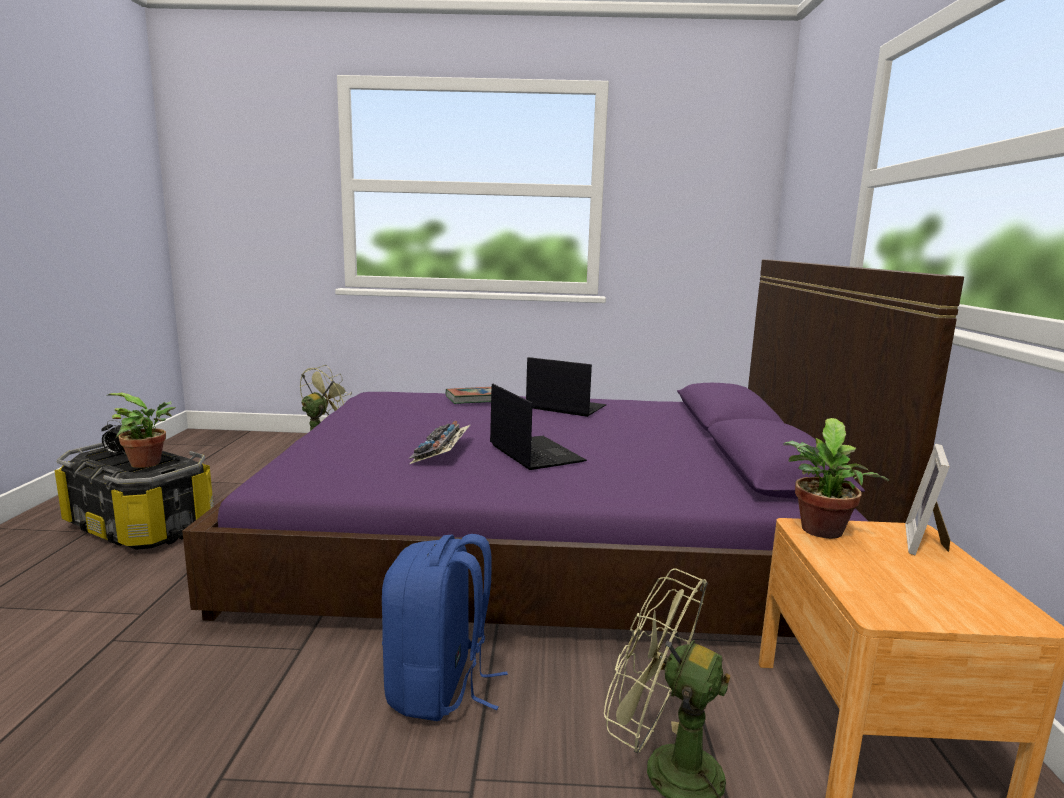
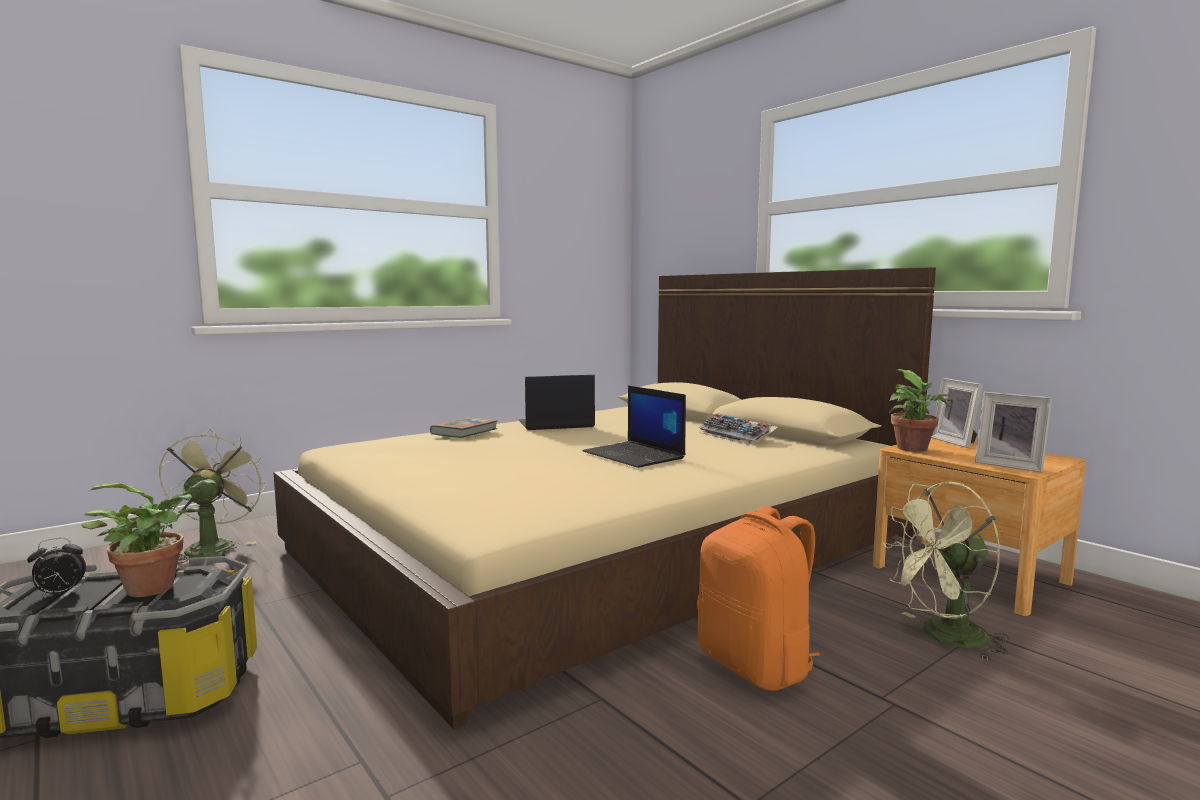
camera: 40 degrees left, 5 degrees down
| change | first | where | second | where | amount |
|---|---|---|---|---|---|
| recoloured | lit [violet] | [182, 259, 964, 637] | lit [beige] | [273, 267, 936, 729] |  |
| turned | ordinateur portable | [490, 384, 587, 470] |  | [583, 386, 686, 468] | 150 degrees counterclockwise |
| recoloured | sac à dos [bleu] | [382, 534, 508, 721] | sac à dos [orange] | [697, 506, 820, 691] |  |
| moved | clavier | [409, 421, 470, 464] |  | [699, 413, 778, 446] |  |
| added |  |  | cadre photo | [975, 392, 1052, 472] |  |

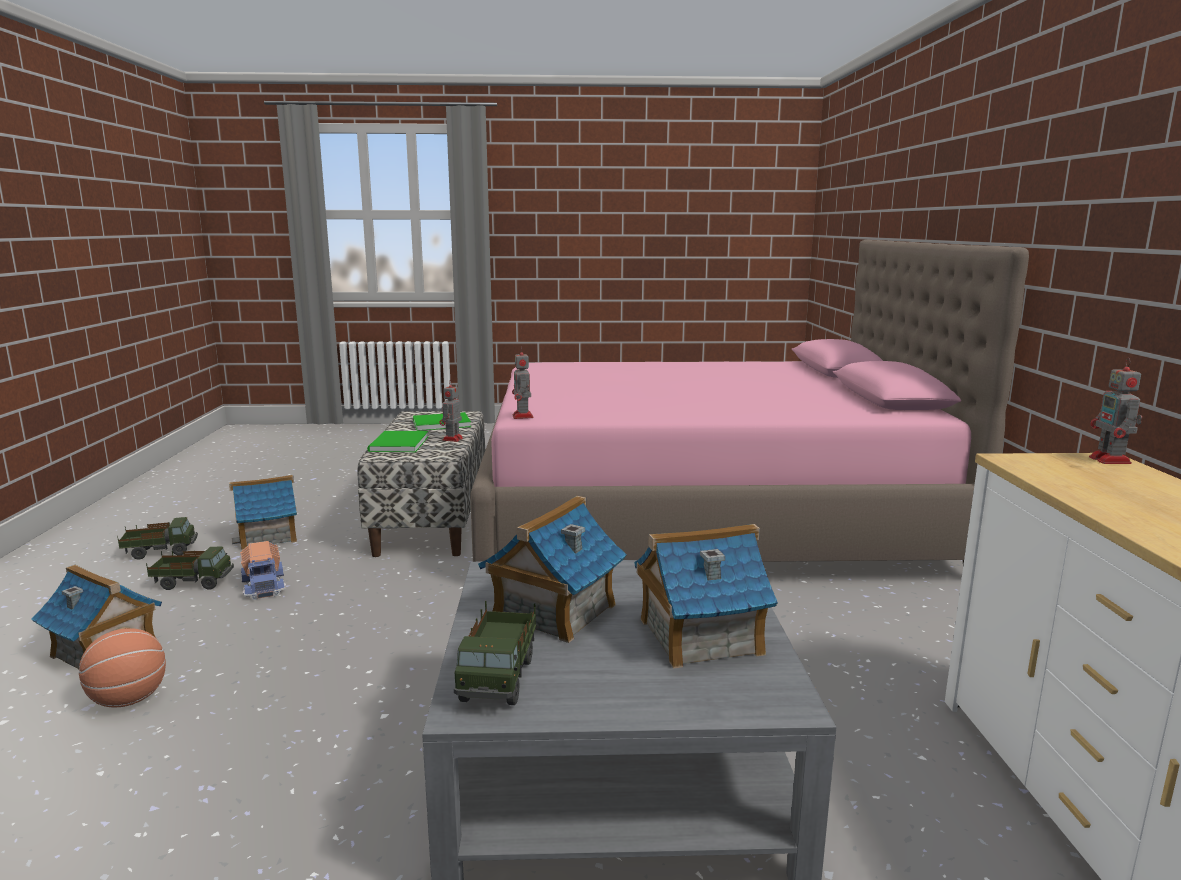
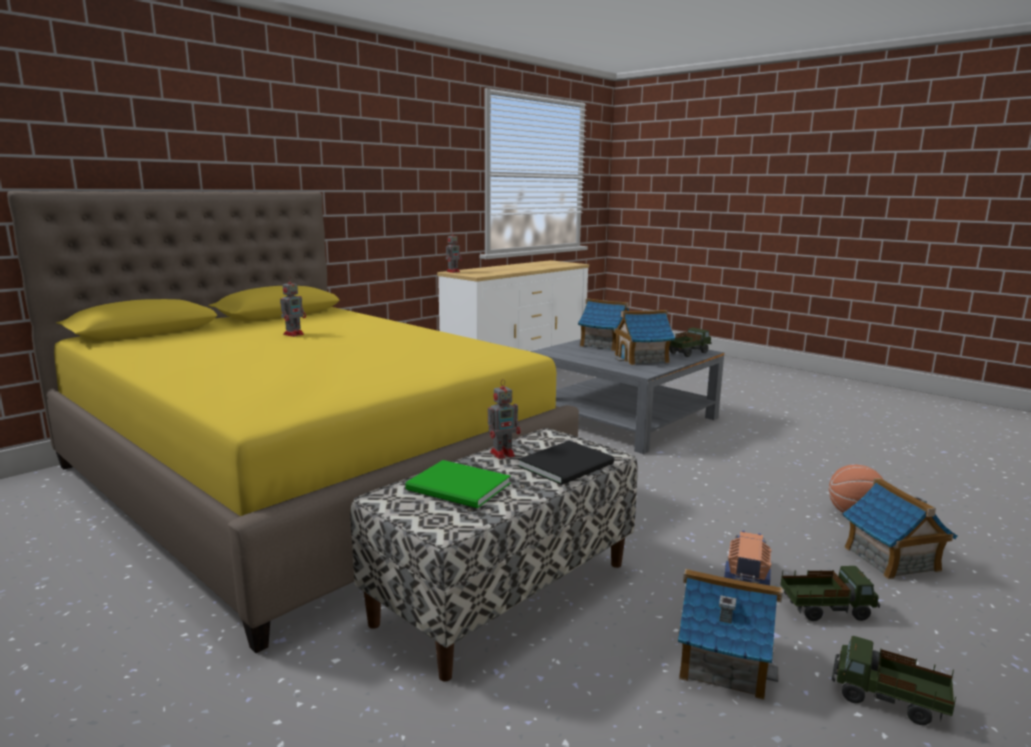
camera: 135 degrees left, 0 degrees up
| change | first | where | second | where | amount |
|---|---|---|---|---|---|
| recoloured | lit [rose] | [470, 239, 1029, 565] | lit [jaune] | [7, 191, 579, 653] |  |
| moved | robot jouet | [512, 346, 534, 419] |  | [280, 277, 306, 337] |  |
| recoloured | livre [vert] | [367, 431, 429, 452] | livre [noir] | [518, 441, 614, 485] |  |
| turned | camion jouet | [146, 547, 234, 590] |  | [780, 566, 880, 621] | 135 degrees clockwise |

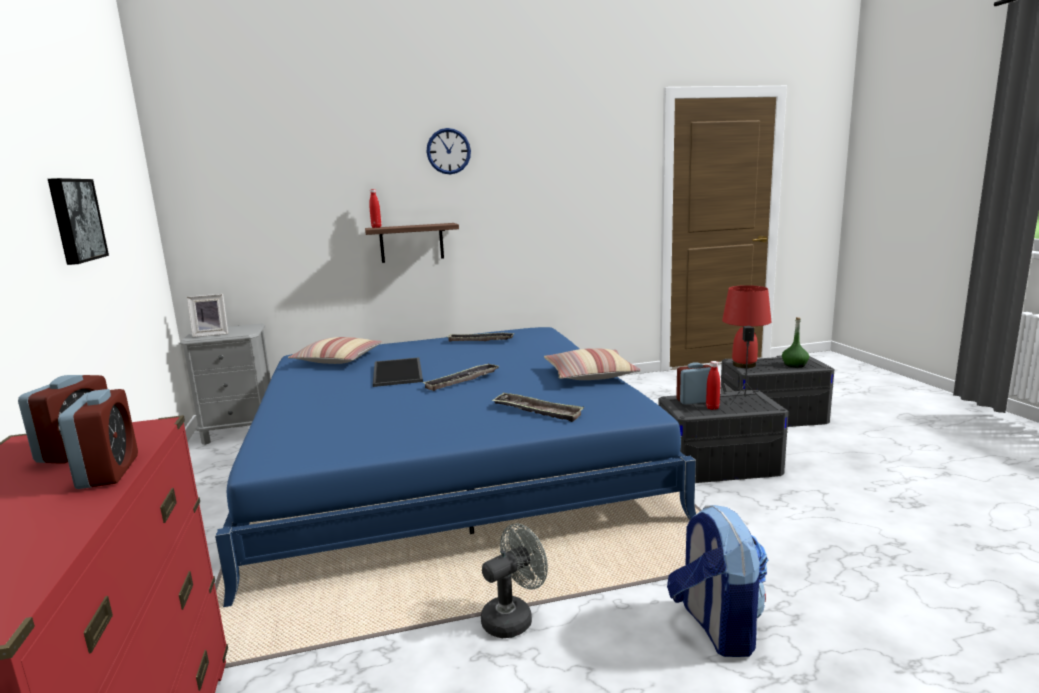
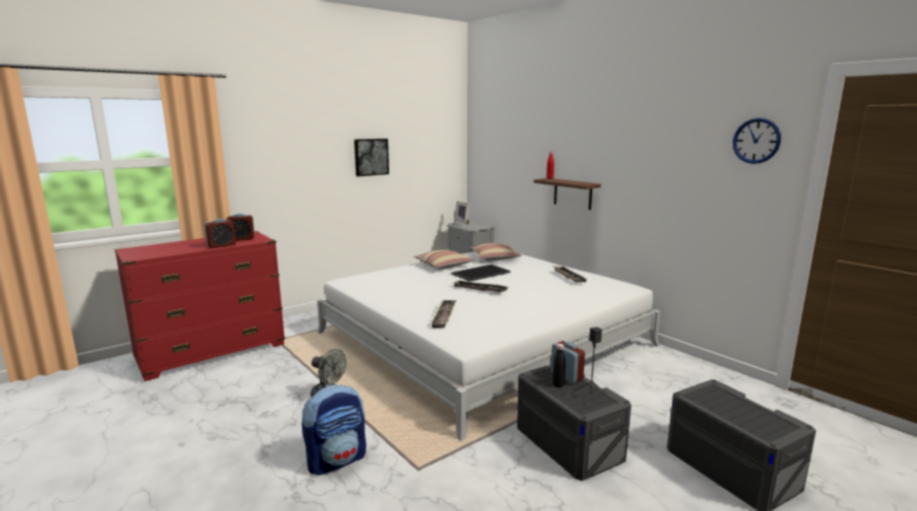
camera: 65 degrees right, 0 degrees up
| change | first | where | second | where | amount |
|---|---|---|---|---|---|
| recoloured | lit [bleu] | [215, 327, 696, 607] | lit [blanc] | [317, 252, 661, 441] |  |
| moved | coussin | [544, 348, 641, 380] |  | [414, 250, 475, 269] |  |
| recoloured | bouteille [rouge] | [706, 361, 720, 410] | bouteille [noir] | [552, 344, 565, 388] |  |
| moved | horloge murale | [427, 128, 471, 174] |  | [733, 118, 781, 164] |  |
| removed | lampe de table [rouge] | [722, 285, 772, 368] |  |  |  |
| removed | bouteille [vert] | [782, 317, 809, 367] |  |  |  |

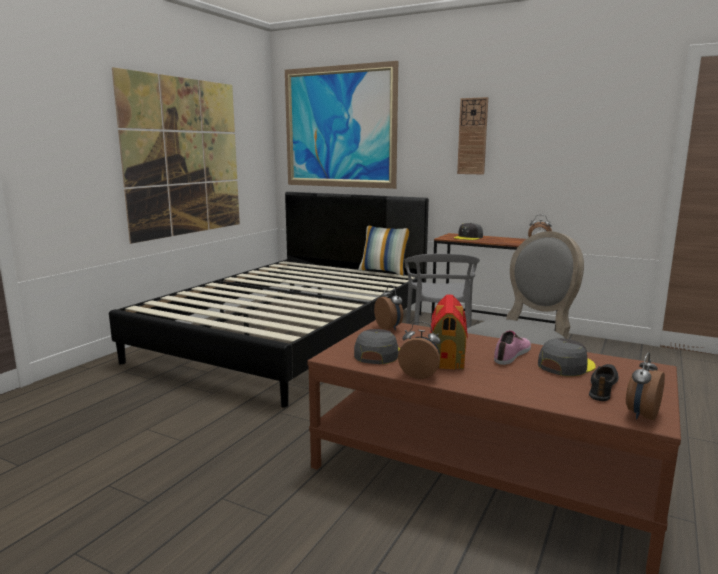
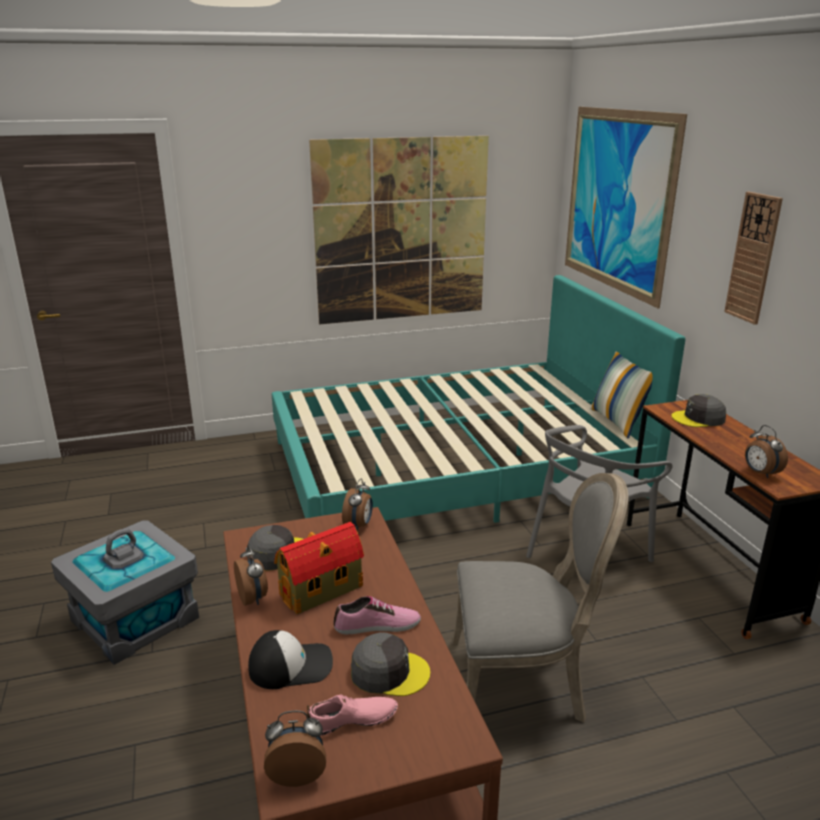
camera: 45 degrees right, 10 degrees up
| change | first | where | second | where | amount |
|---|---|---|---|---|---|
| added |  |  | boîte de rangement [gris] | [51, 520, 199, 665] |  |
| added |  |  | casquette | [248, 630, 333, 689] |  |
| recoloured | lit [noir] | [109, 192, 429, 408] | lit [turquoise] | [272, 275, 685, 523] |  |
| recoloured | chaussure [noir] | [589, 364, 619, 401] | chaussure [rose] | [307, 694, 398, 736] |  |

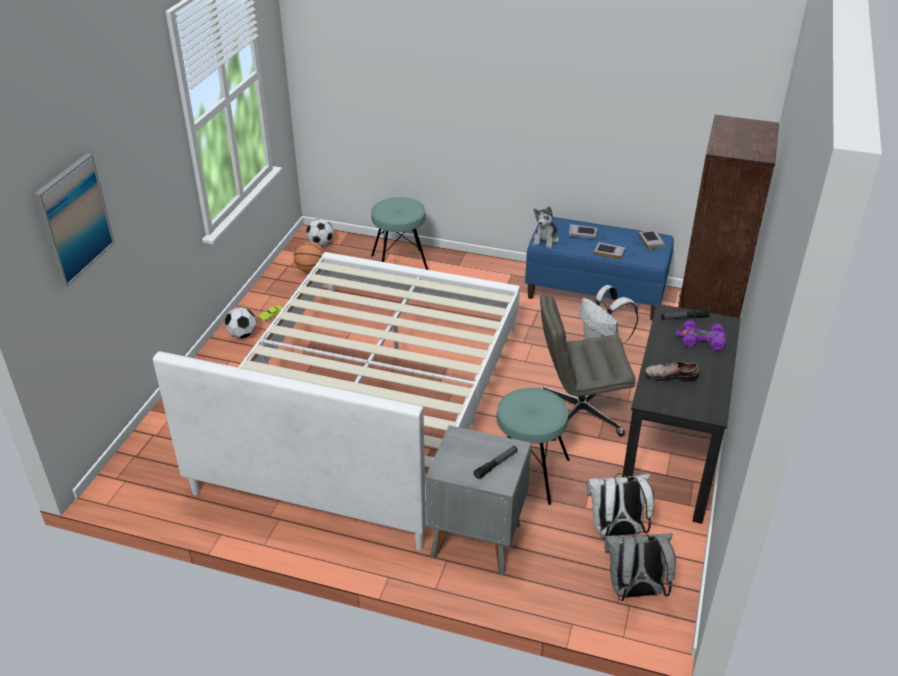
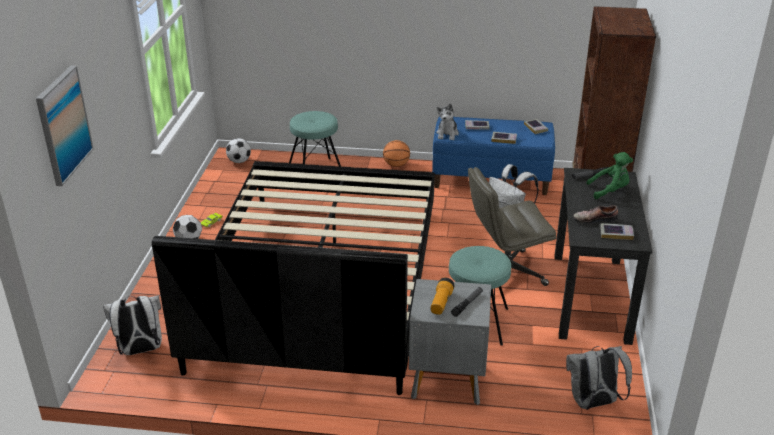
camera: 10 degrees left, 5 degrees down
| change | first | where | second | where | amount |
|---|---|---|---|---|---|
| moved | sac à dos [blanc] | [587, 473, 654, 539] |  | [103, 295, 162, 355] |  |
| recoloured | lit [blanc] | [153, 252, 520, 551] | lit [noir] | [152, 161, 435, 395] |  |
| moved | ballon de basket | [294, 242, 324, 273] |  | [383, 140, 410, 167] |  |
| added |  |  | lampe de poche | [431, 278, 455, 315] |  |
| replaced | petite voiture [violet] | [676, 320, 726, 351] | peluche [vert] | [587, 152, 633, 199] |  |
| added |  |  | livre | [600, 223, 634, 240] |  |

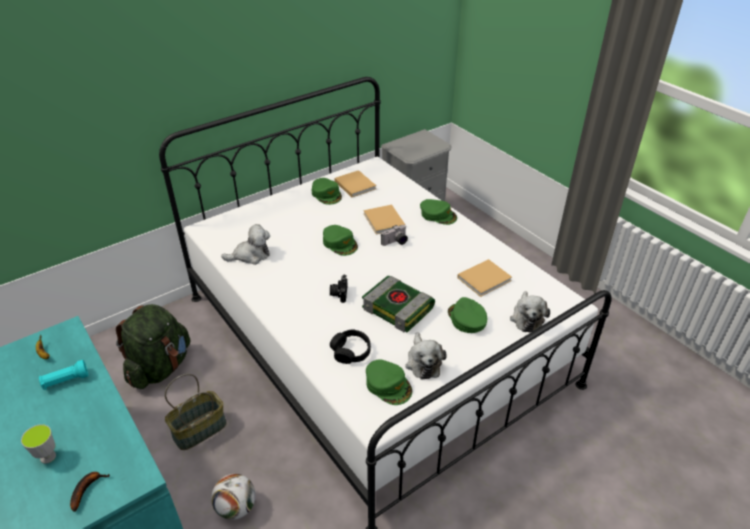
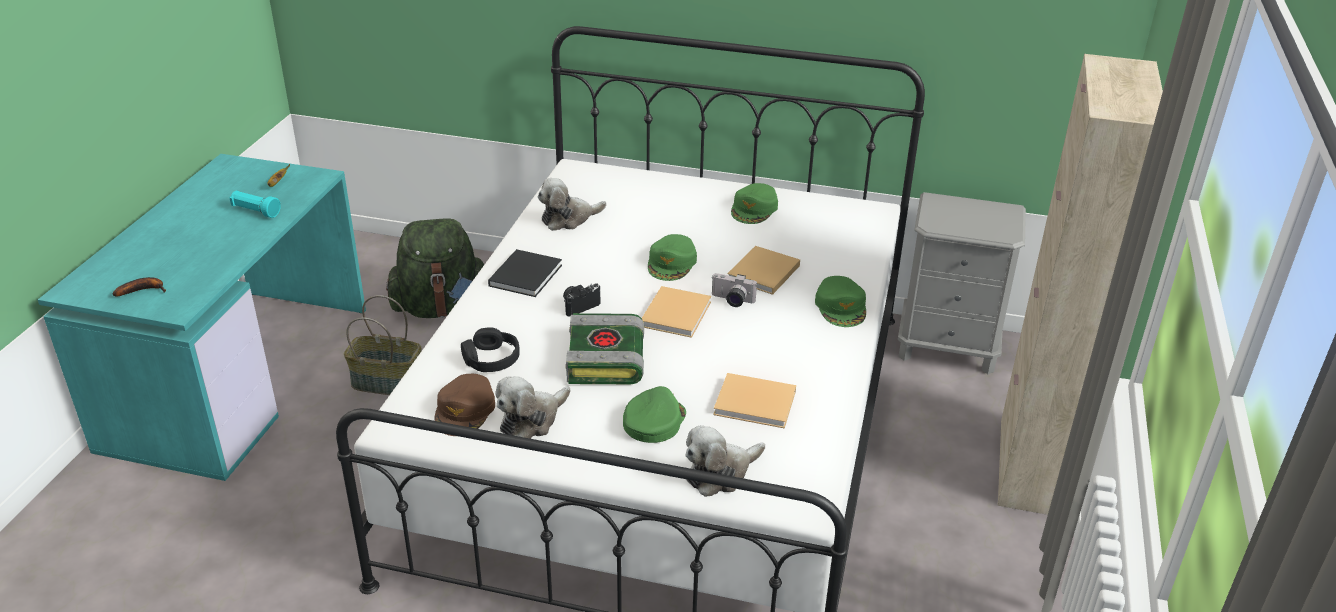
camera: 50 degrees right, 5 degrees down
| change | first | where | second | where | amount |
|---|---|---|---|---|---|
| recoloured | casquette [vert] | [366, 359, 412, 405] | casquette [marron] | [434, 374, 495, 436] |  |
| added |  |  | livre [noir] | [488, 249, 562, 297] |  |
| turned | peluche | [221, 224, 270, 265] |  | [538, 178, 606, 231] | 120 degrees clockwise |
| moved | livre [beige] | [334, 170, 376, 197] |  | [642, 286, 711, 338] |  |
| added |  |  | meuble de rangement [beige] | [998, 54, 1163, 515] |  |
| removed | tasse | [21, 424, 56, 464] |  |  |  |
| removed | ballon de foot | [211, 474, 256, 520] |  |  |  |

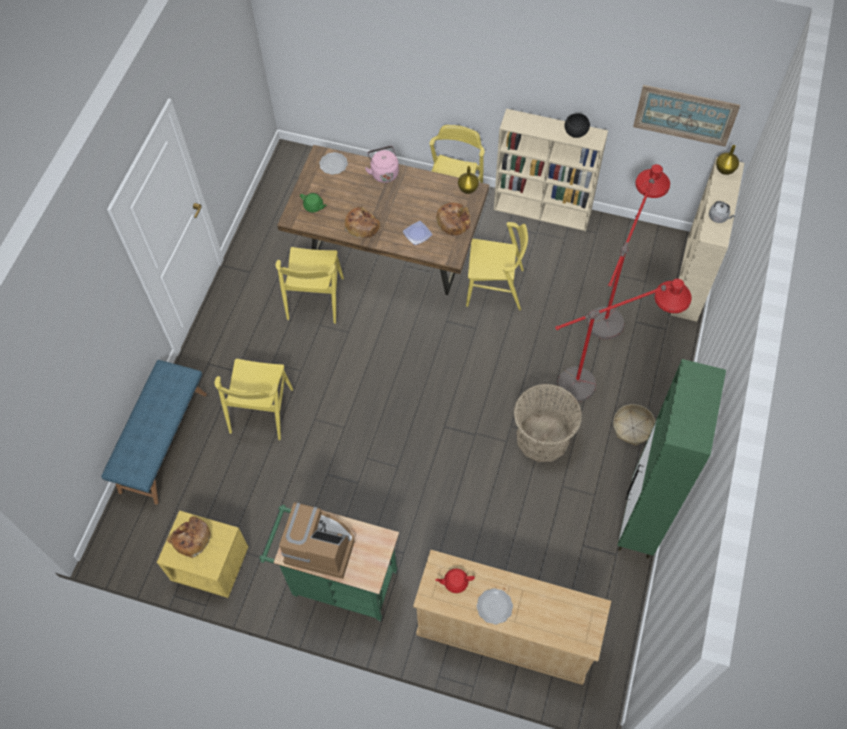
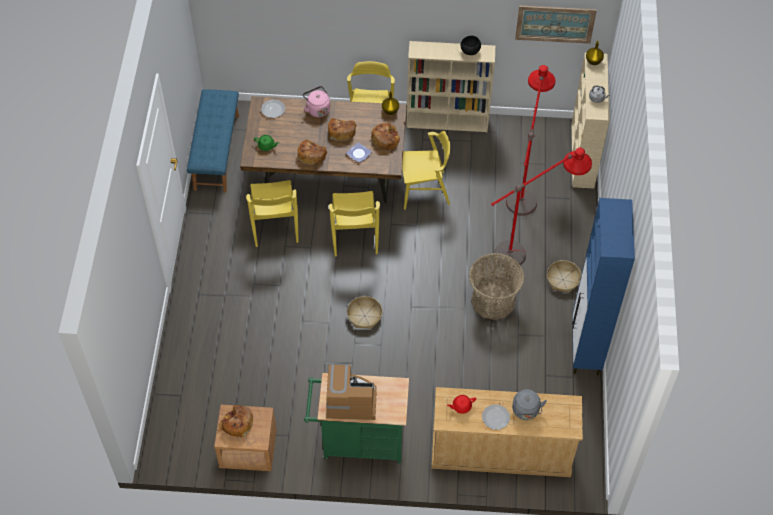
camera: 15 degrees left, 5 degrees down
| change | first | where | second | where | amount |
|---|---|---|---|---|---|
| moved | banc [bleu] | [101, 360, 207, 505] |  | [187, 89, 239, 192] |  |
| recoloured | table de chevet [jaune] | [157, 511, 249, 598] | table de chevet [marron] | [214, 405, 277, 471] |  |
| added |  |  | pain | [328, 118, 356, 141] |  |
| moved | chaise [jaune] | [214, 359, 293, 440] |  | [329, 191, 380, 257] |  |
| added |  |  | panier | [347, 296, 383, 329] |  |
| added |  |  | bouilloire [gris] | [512, 389, 547, 420] |  |
| recoloured | meuble de rangement [vert] | [617, 359, 726, 558] | meuble de rangement [bleu] | [572, 198, 635, 375] |  |

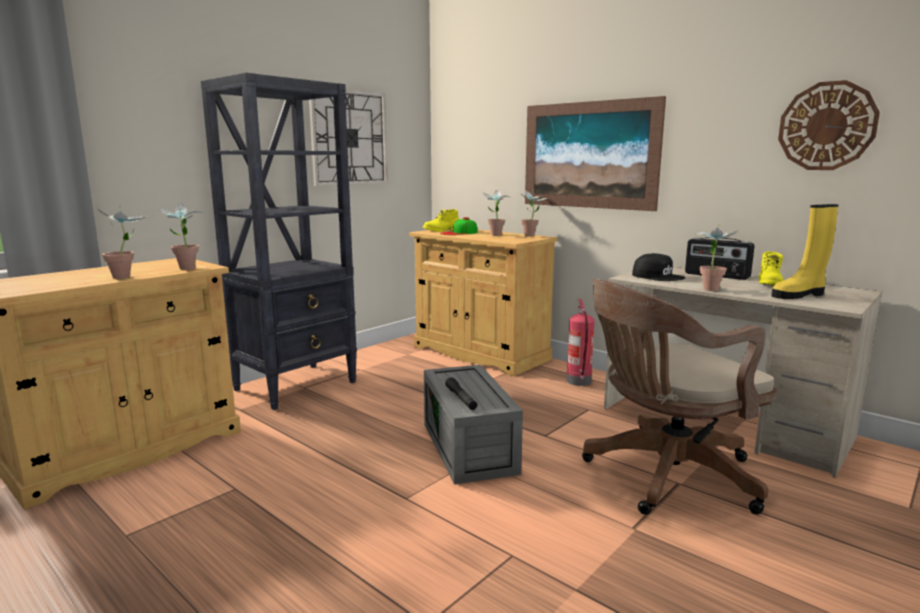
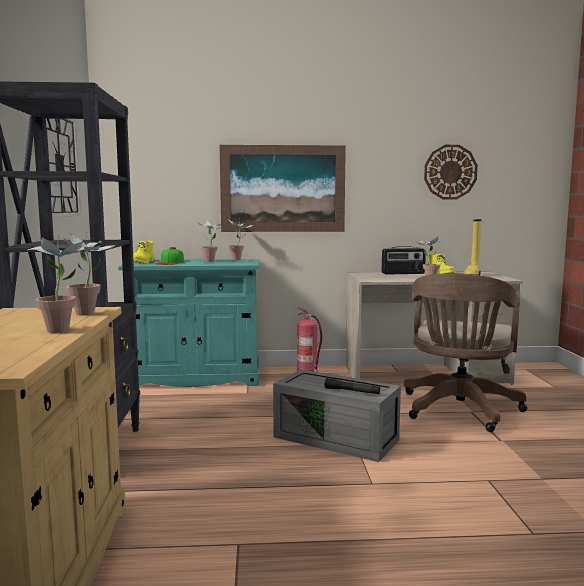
camera: 45 degrees left, 5 degrees down
| change | first | where | second | where | amount |
|---|---|---|---|---|---|
| recoloured | meuble de rangement [beige] | [409, 229, 557, 376] | meuble de rangement [turquoise] | [118, 259, 259, 387] |  |
| removed | casquette [noir] | [632, 253, 685, 281] |  |  |  |

